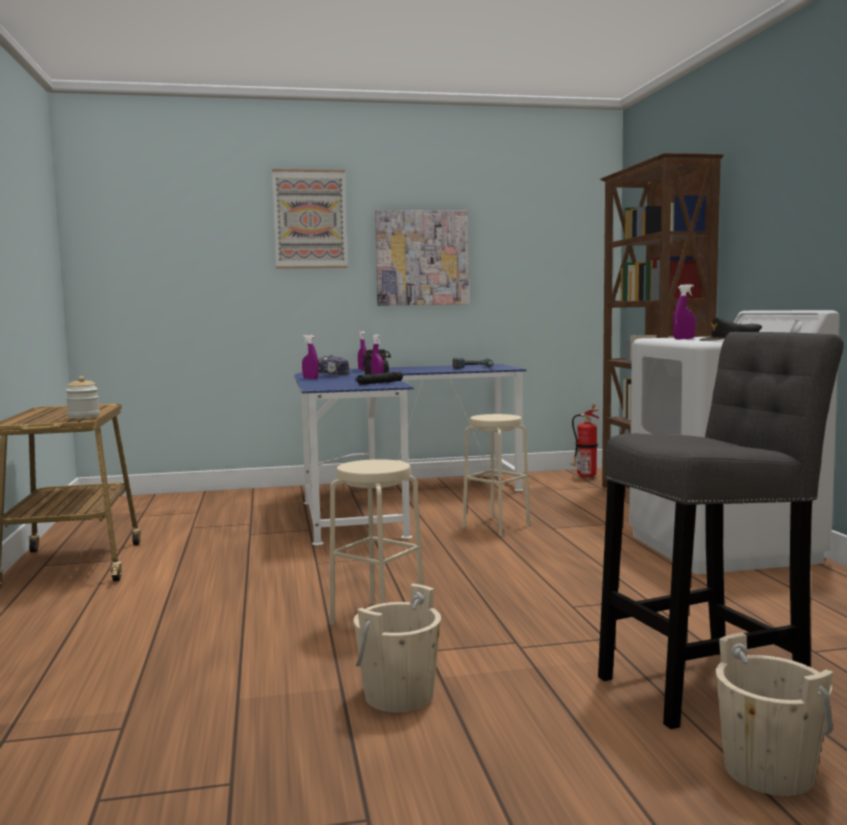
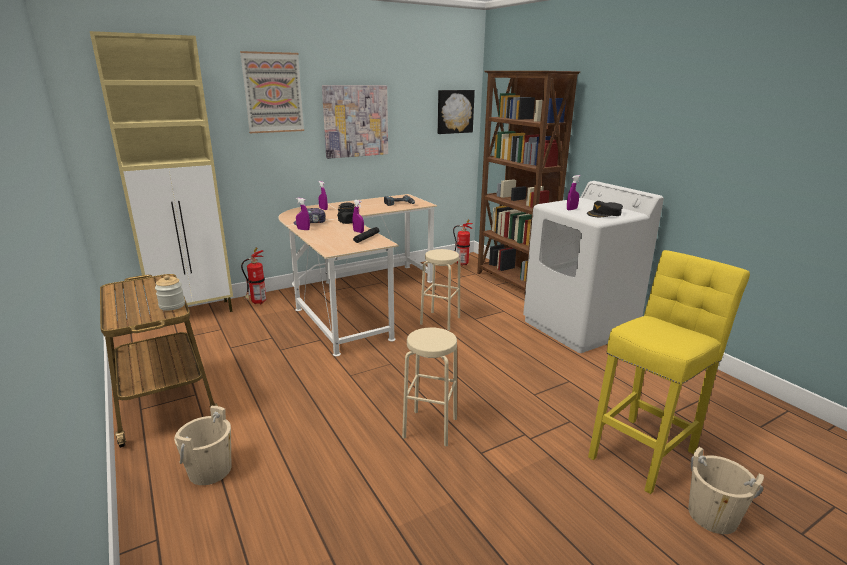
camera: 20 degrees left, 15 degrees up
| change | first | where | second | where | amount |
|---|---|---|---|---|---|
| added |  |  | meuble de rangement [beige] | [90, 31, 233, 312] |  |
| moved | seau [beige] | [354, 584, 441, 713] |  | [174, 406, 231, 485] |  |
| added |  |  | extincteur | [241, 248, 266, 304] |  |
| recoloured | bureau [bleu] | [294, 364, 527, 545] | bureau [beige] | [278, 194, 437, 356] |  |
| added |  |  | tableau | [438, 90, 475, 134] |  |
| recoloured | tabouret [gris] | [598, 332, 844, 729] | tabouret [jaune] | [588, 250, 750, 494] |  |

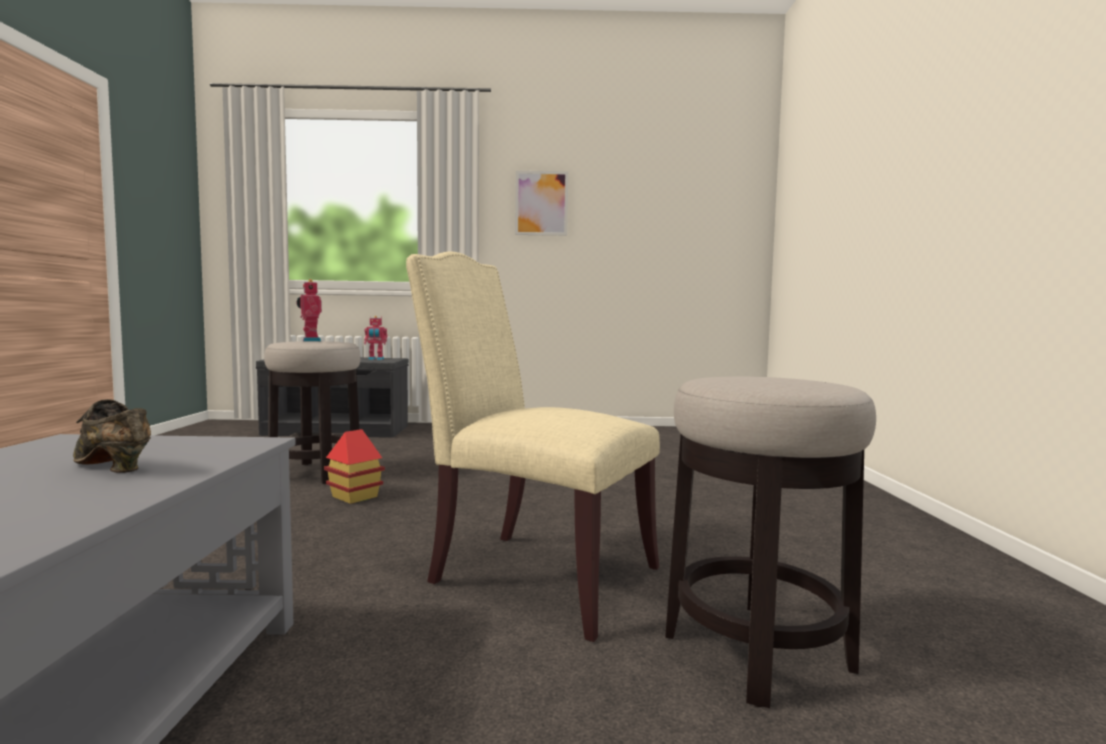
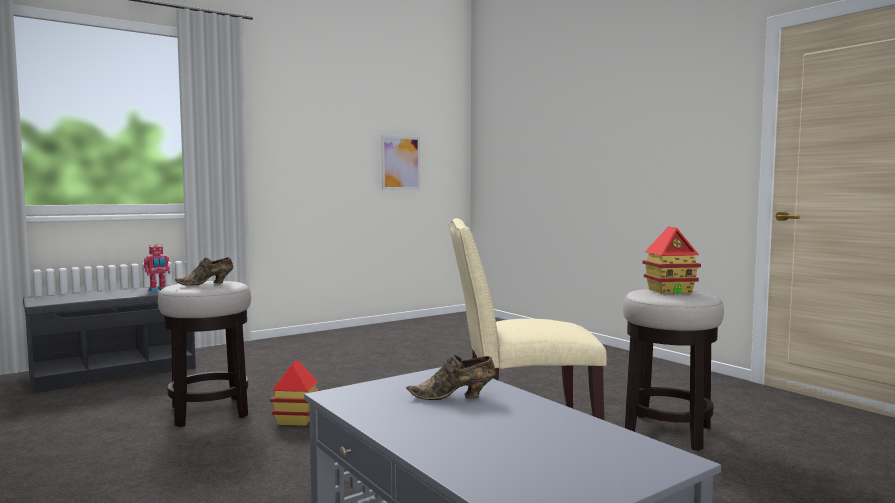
camera: 35 degrees left, 0 degrees up
| change | first | where | second | where | amount |
|---|---|---|---|---|---|
| replaced | robot jouet | [297, 279, 322, 342] | chaussure [marron] | [175, 257, 233, 285] |  |
| moved | tableau | [515, 171, 568, 236] |  | [381, 135, 420, 189] |  |
| added |  |  | maison miniature | [642, 227, 701, 294] |  |

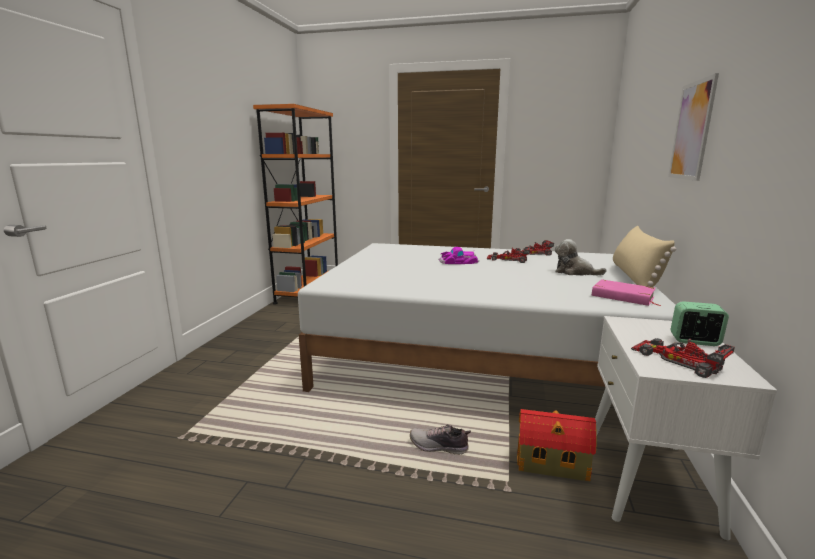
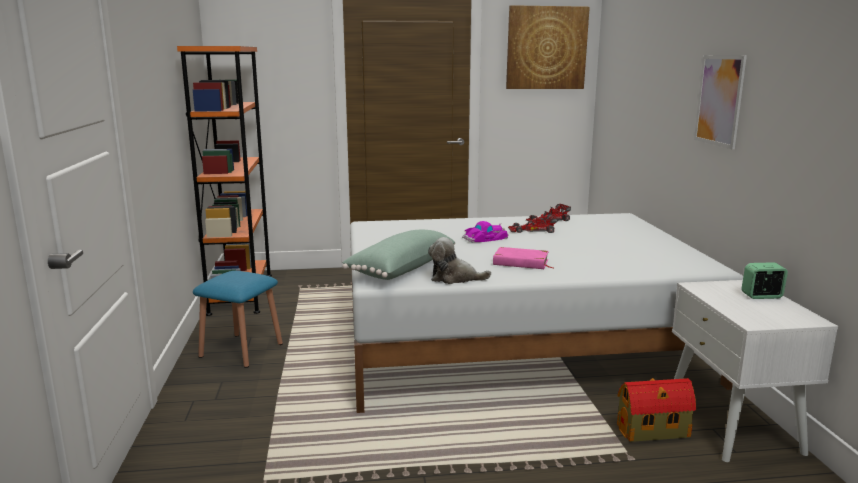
camera: 20 degrees left, 0 degrees up
| change | first | where | second | where | amount |
|---|---|---|---|---|---|
| added |  |  | tabouret [bleu] | [193, 271, 283, 368] |  |
| added |  |  | coussin [vert] | [342, 230, 455, 280] |  |
| moved | peluche | [555, 239, 606, 276] |  | [428, 237, 491, 284] |  |
| moved | livre [rose] | [592, 279, 662, 306] |  | [493, 247, 553, 269] |  |
| added |  |  | tableau | [506, 5, 590, 89] |  |
| removed | chaussure | [410, 424, 471, 455] |  |  |  |
| removed | coussin [beige] | [613, 226, 676, 287] |  |  |  |
| removed | petite voiture | [631, 338, 735, 378] |  |  |  |

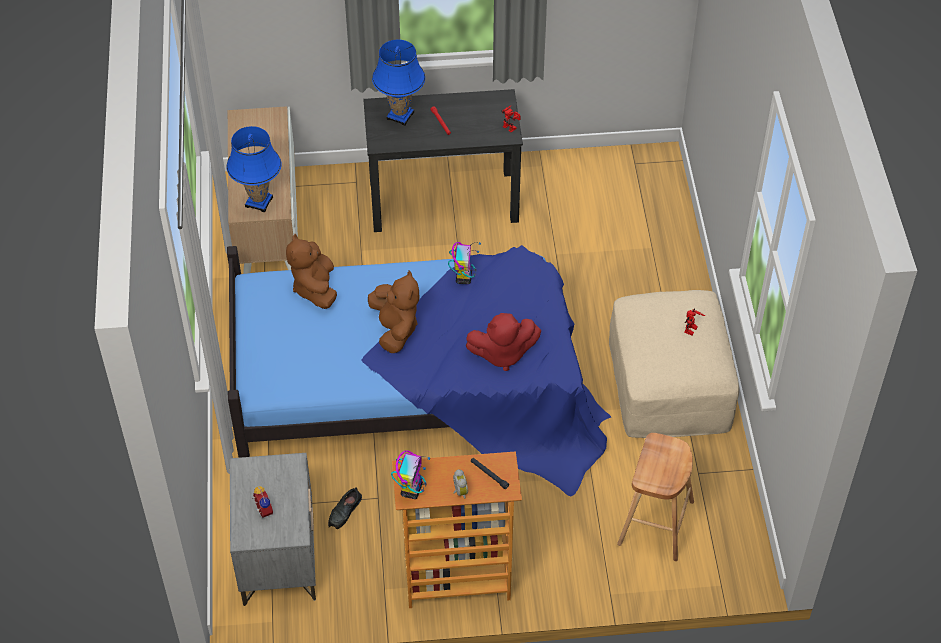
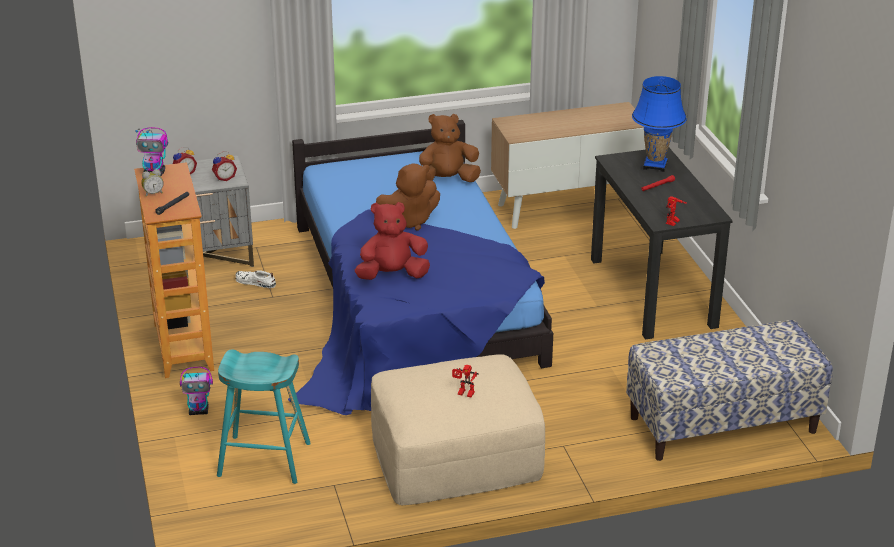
camera: 80 degrees right, 20 degrees down
| change | first | where | second | where | amount |
|---|---|---|---|---|---|
| moved | robot jouet | [448, 242, 481, 284] |  | [180, 367, 213, 415] |  |
| added |  |  | réveil | [212, 151, 237, 181] |  |
| recoloured | tabouret [marron] | [617, 433, 694, 561] | tabouret [turquoise] | [217, 350, 311, 484] |  |
| recoloured | chaussure [noir] | [328, 487, 362, 529] | chaussure [blanc] | [236, 270, 276, 288] |  |
| turned | peluche [rouge] | [466, 313, 541, 371] |  | [355, 202, 430, 280] | 90 degrees clockwise |
| added |  |  | banc | [626, 320, 833, 461] |  |
| removed | lampe de table [bleu] | [227, 126, 282, 212] |  |  |  |

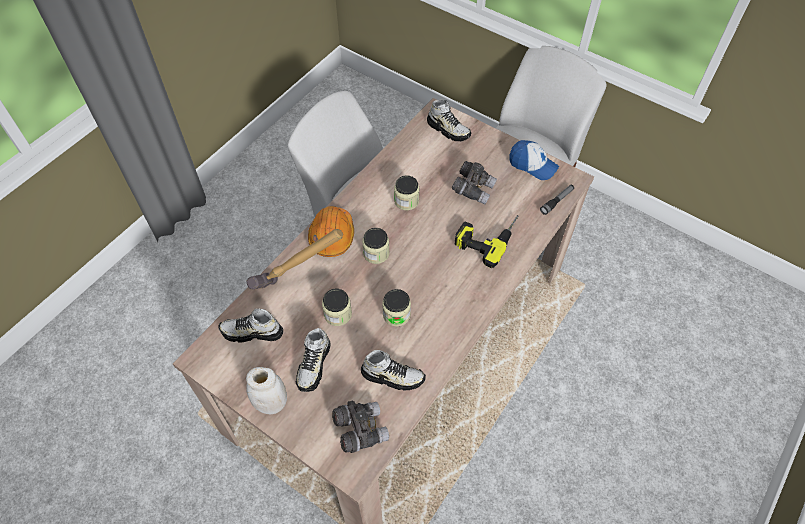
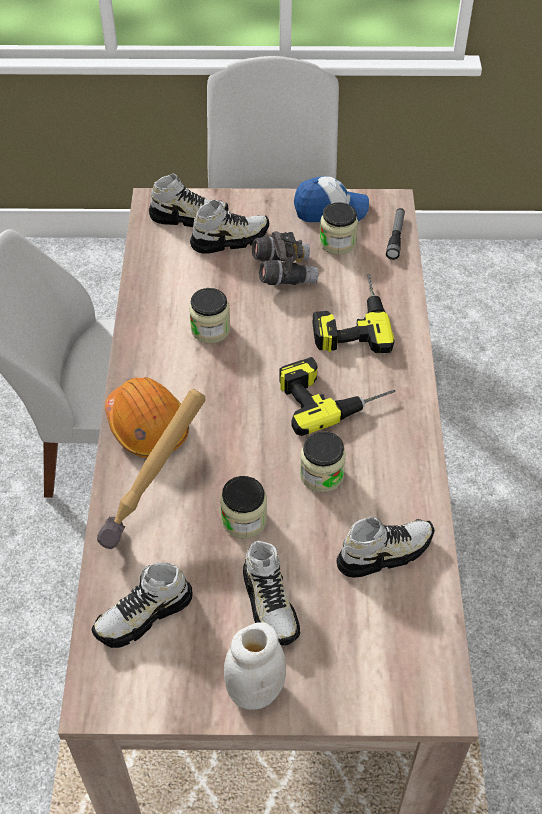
camera: 35 degrees left, 5 degrees down
| change | first | where | second | where | amount |
|---|---|---|---|---|---|
| added |  |  | chaussure | [190, 199, 269, 254] |  |
| added |  |  | perceuse | [279, 357, 395, 436] |  |
| moved | bocal | [362, 228, 390, 264] |  | [320, 202, 358, 255] |  |
| removed | jumelles [gris] | [332, 400, 389, 453] |  |  |  |

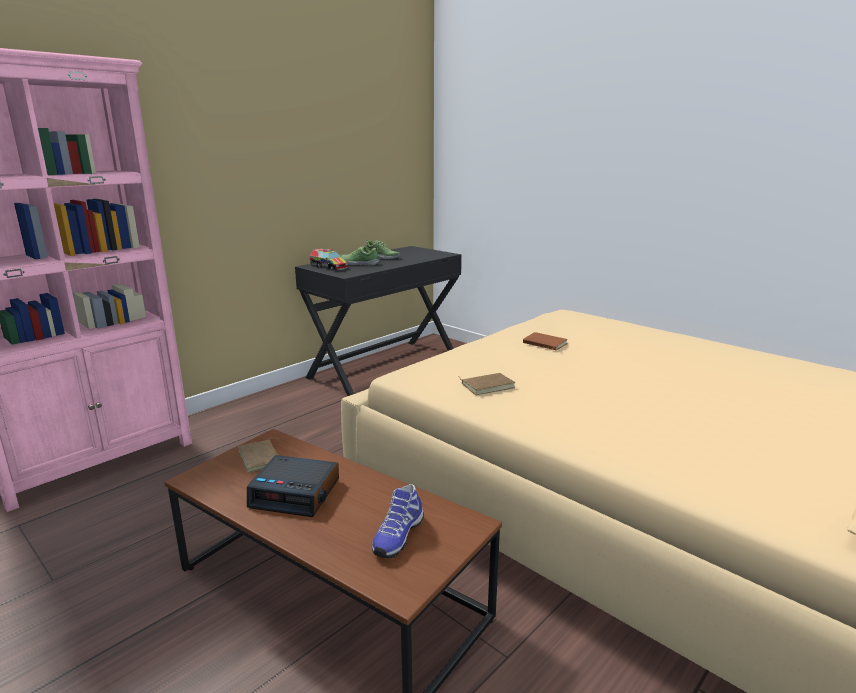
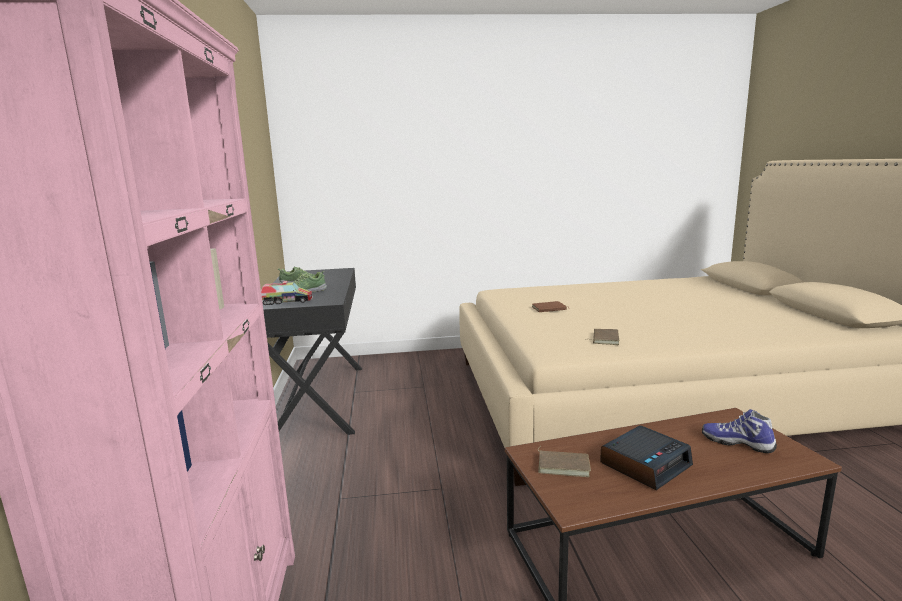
camera: 50 degrees left, 5 degrees down
| change | first | where | second | where | amount |
|---|---|---|---|---|---|
| turned | chaussure | [372, 484, 424, 558] |  | [702, 409, 777, 453] | 150 degrees clockwise |

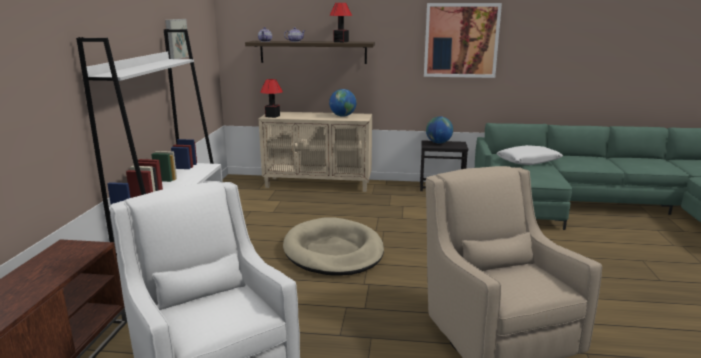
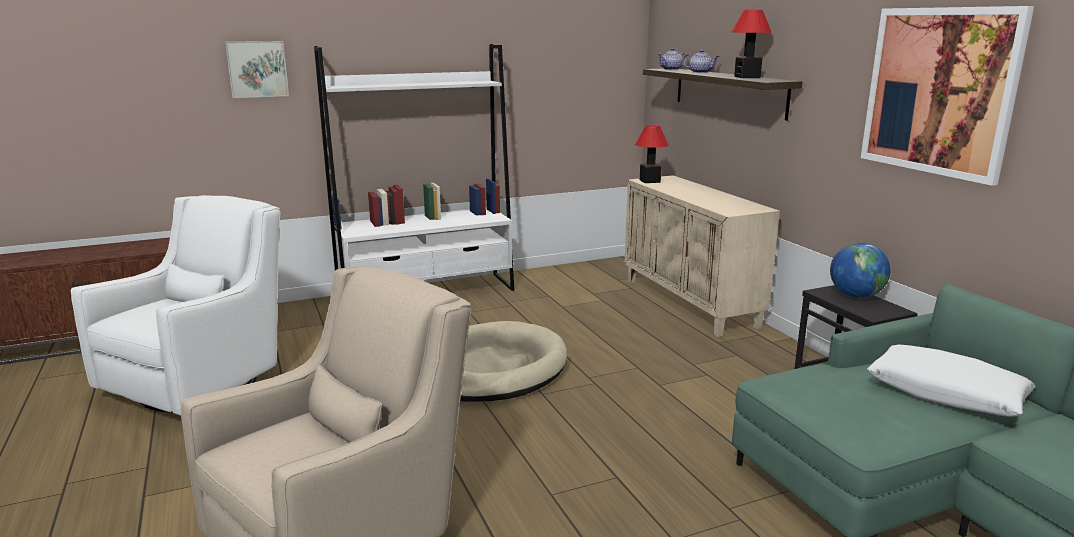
camera: 60 degrees right, 0 degrees up
| change | first | where | second | where | amount |
|---|---|---|---|---|---|
| moved | tableau | [165, 19, 189, 59] |  | [225, 41, 289, 98] |  |
| removed | globe | [329, 89, 356, 117] |  |  |  |

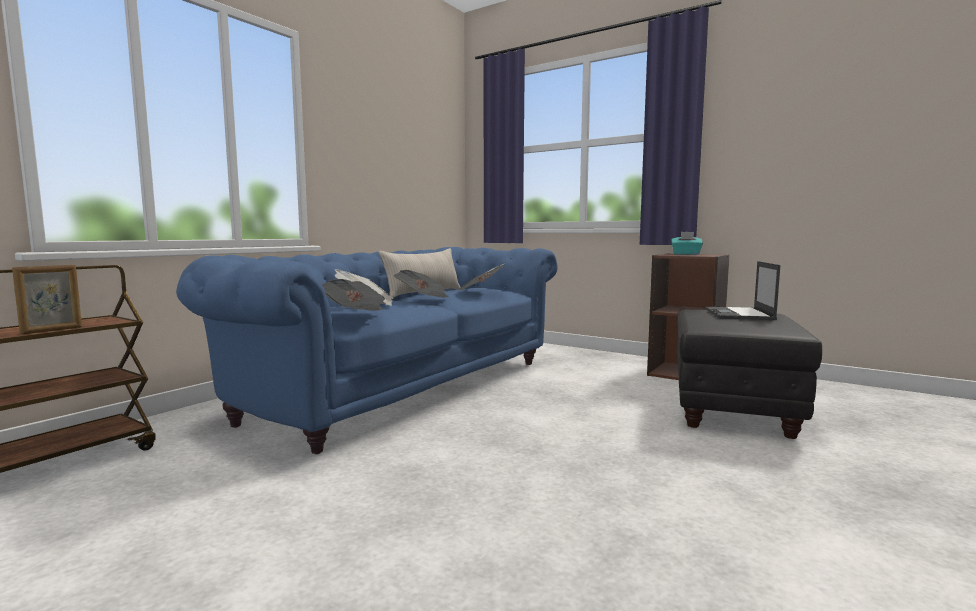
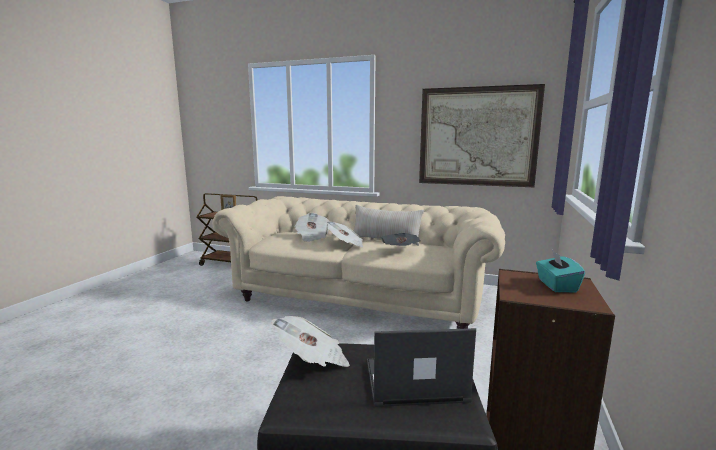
camera: 75 degrees right, 5 degrees up
| change | first | where | second | where | amount |
|---|---|---|---|---|---|
| recoloured | canapé [bleu] | [176, 247, 558, 454] | canapé [beige] | [212, 196, 505, 329] |  |
| moved | journal | [322, 279, 386, 311] |  | [271, 316, 350, 367] |  |
| added |  |  | tableau | [419, 84, 545, 187] |  |

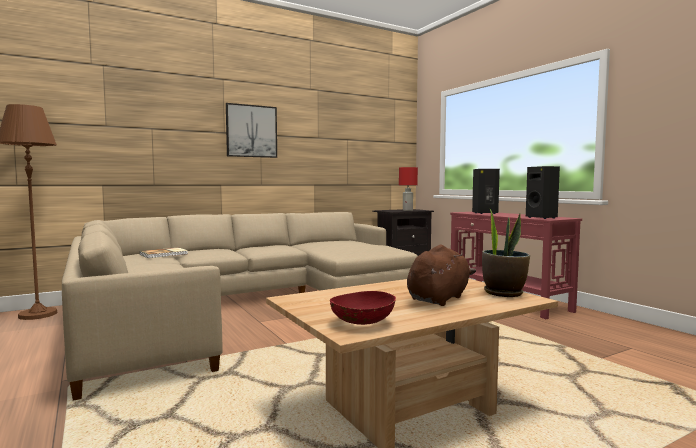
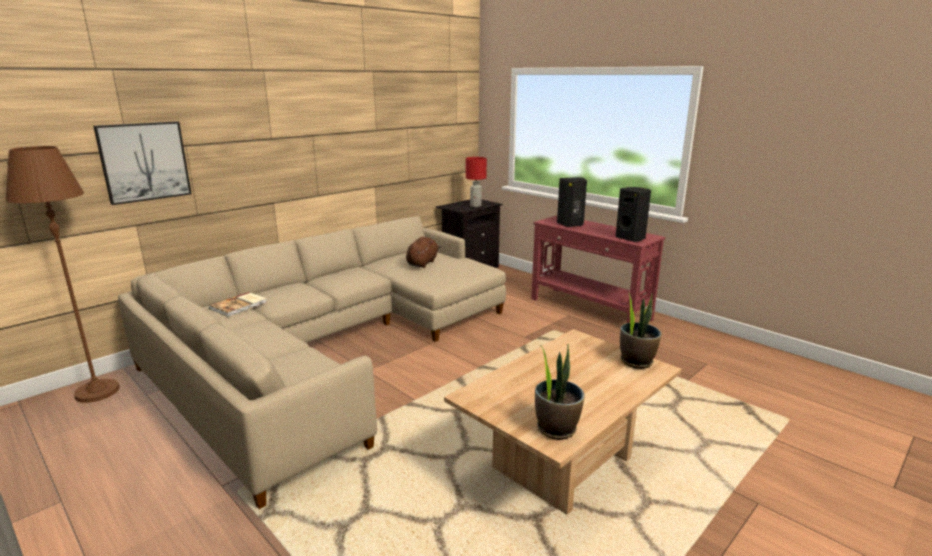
camera: 15 degrees left, 15 degrees up
| change | first | where | second | where | amount |
|---|---|---|---|---|---|
| moved | tableau | [226, 103, 277, 158] |  | [93, 121, 192, 205] |  |
| moved | peluche [marron] | [407, 245, 476, 306] |  | [406, 237, 442, 268] |  |
| replaced | bol [rouge] | [330, 291, 396, 325] | plante en pot | [535, 344, 584, 440] |  |

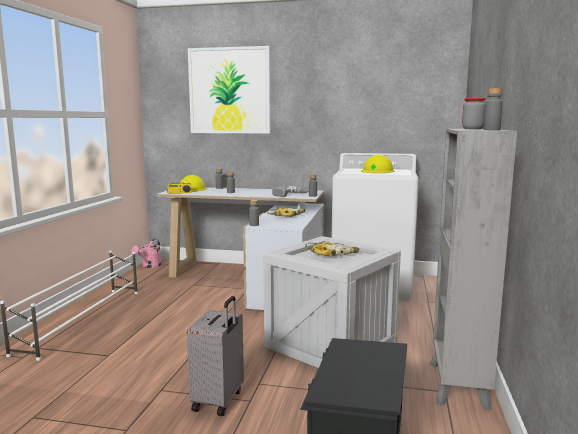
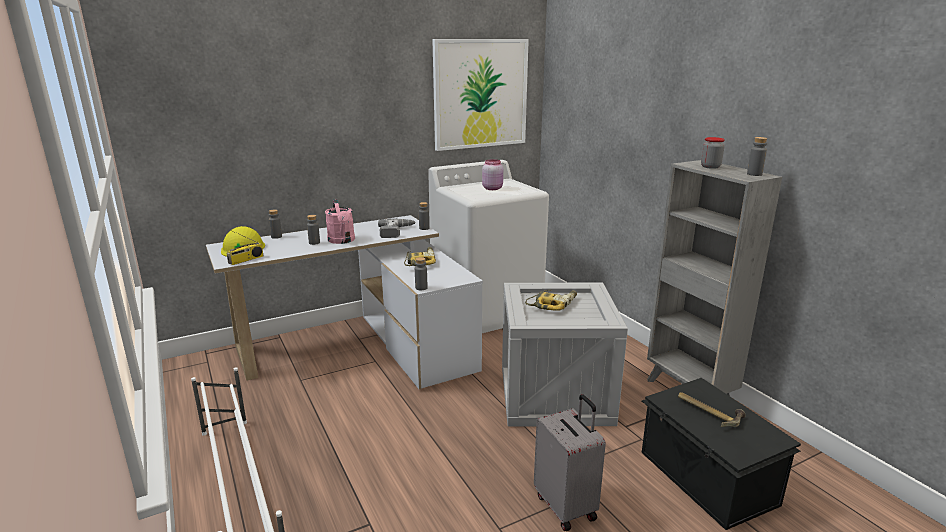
camera: 40 degrees left, 10 degrees up
| change | first | where | second | where | amount |
|---|---|---|---|---|---|
| moved | arrosoir [rose] | [131, 239, 162, 268] |  | [325, 199, 355, 244] |  |
| moved | tableau | [188, 46, 271, 134] |  | [432, 39, 529, 151] |  |
| replaced | casque de chantier [jaune] | [361, 155, 394, 173] | bocal [rose] | [482, 159, 503, 190] |  |
| added |  |  | marteau | [678, 392, 746, 427] |  |

